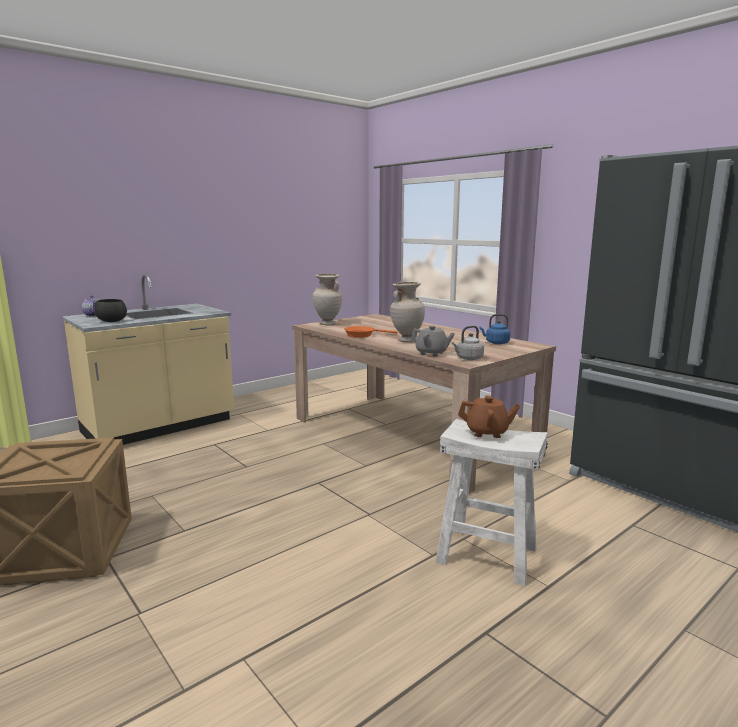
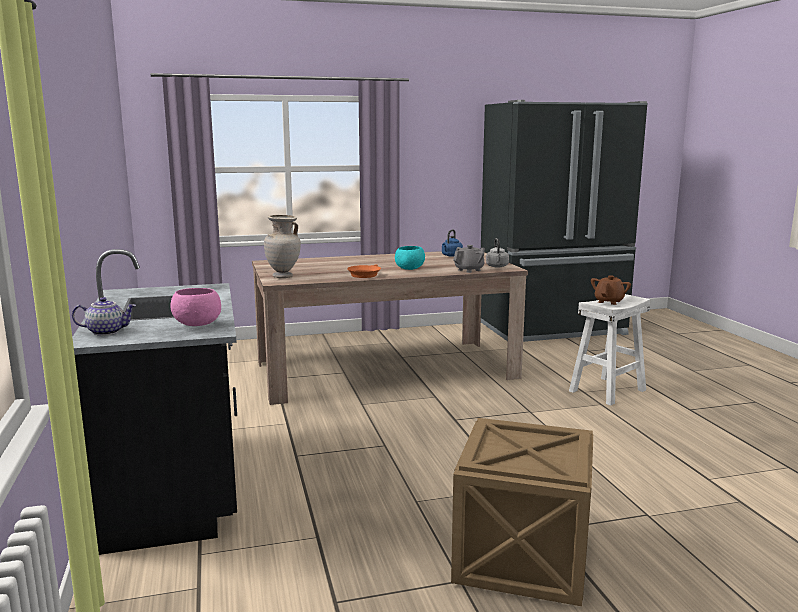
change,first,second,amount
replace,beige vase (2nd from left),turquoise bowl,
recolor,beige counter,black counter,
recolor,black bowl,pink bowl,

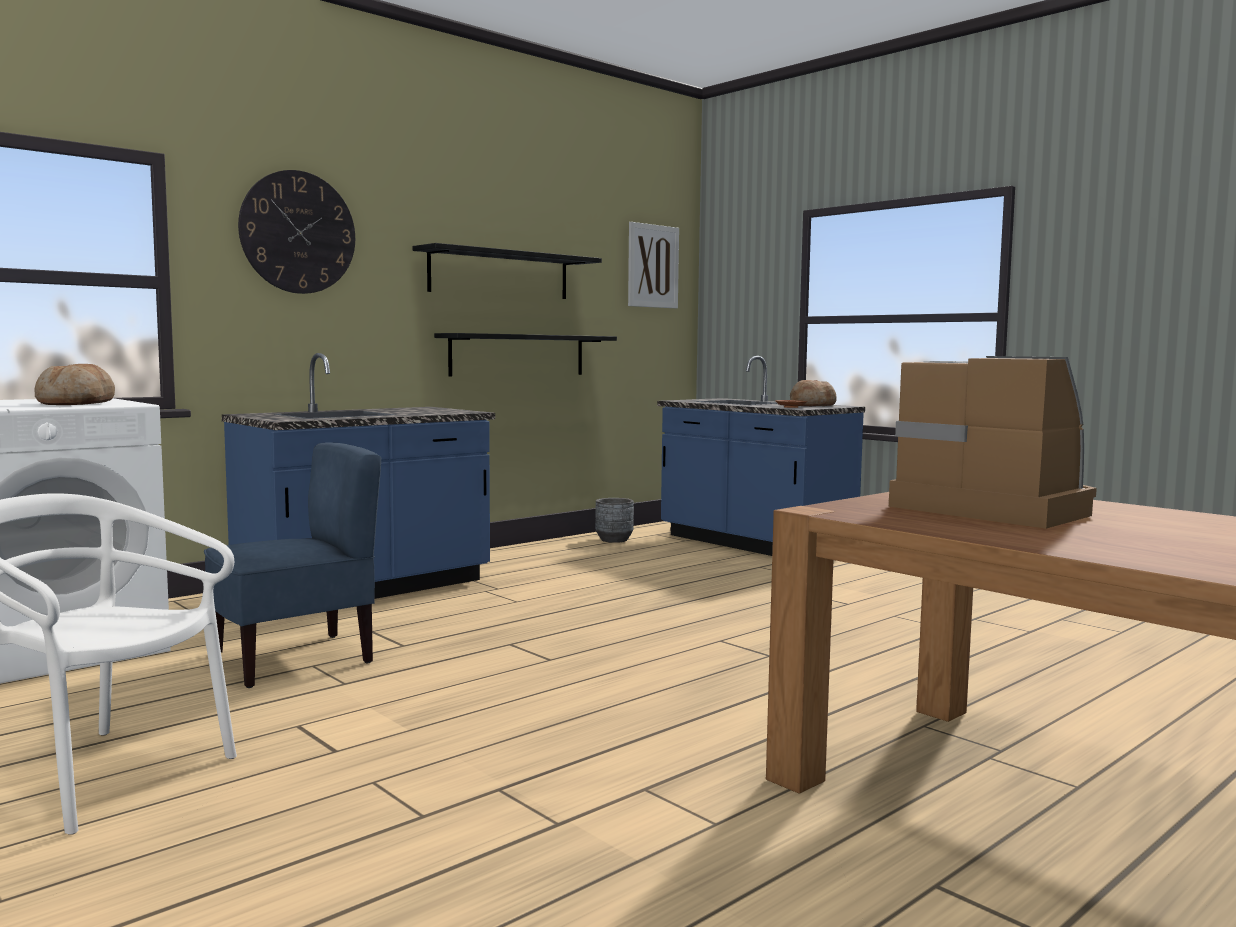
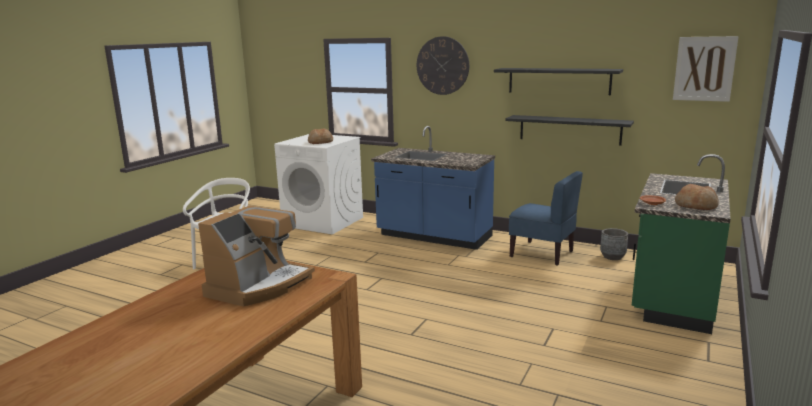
change,first,second,amount
move,blue chair,,
recolor,blue counter (2nd from left),green counter,

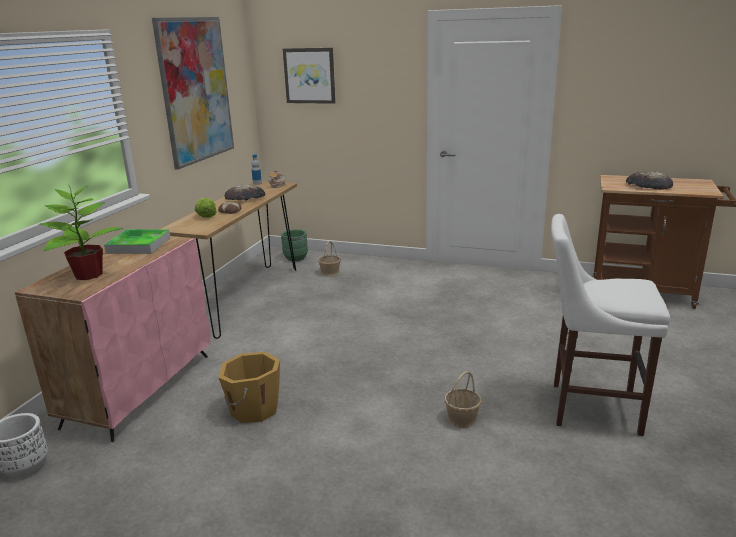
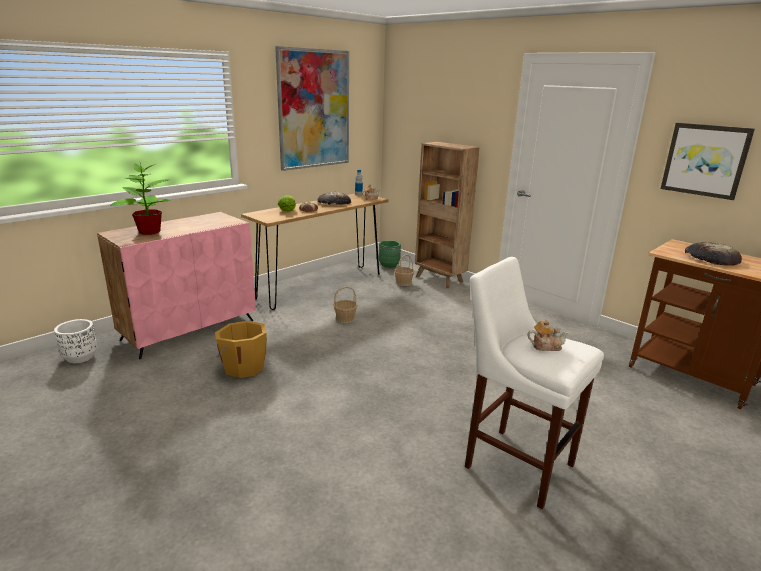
change,first,second,amount
delete,tray,,
insert,,brown bookcase,
insert,,teapot (2nd from left),
move,picture (2nd from left),,
move,basket (2nd from left in the first image),basket (1st from left),

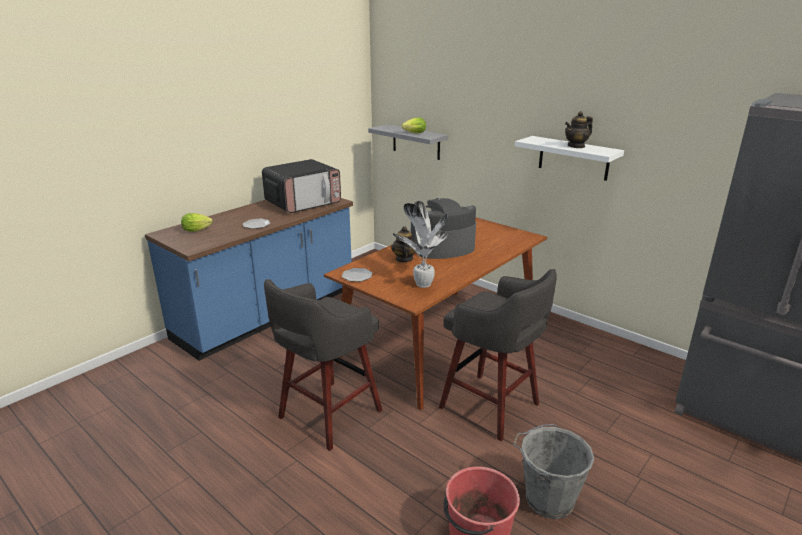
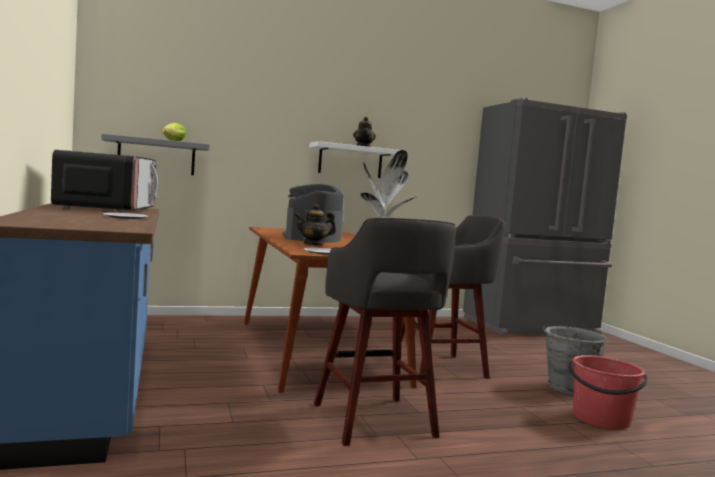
change,first,second,amount
delete,lettuce (1st from left),,
rotate,teapot (1st from left),,45 degrees counterclockwise

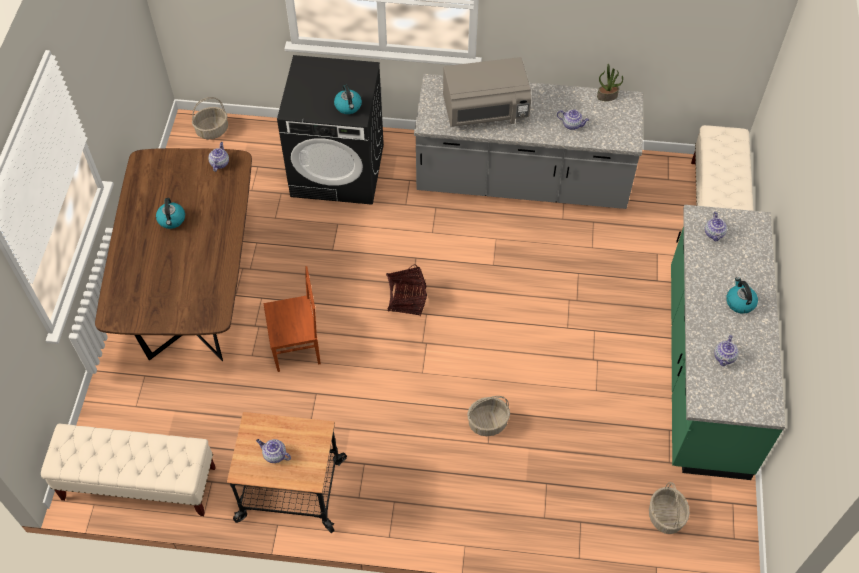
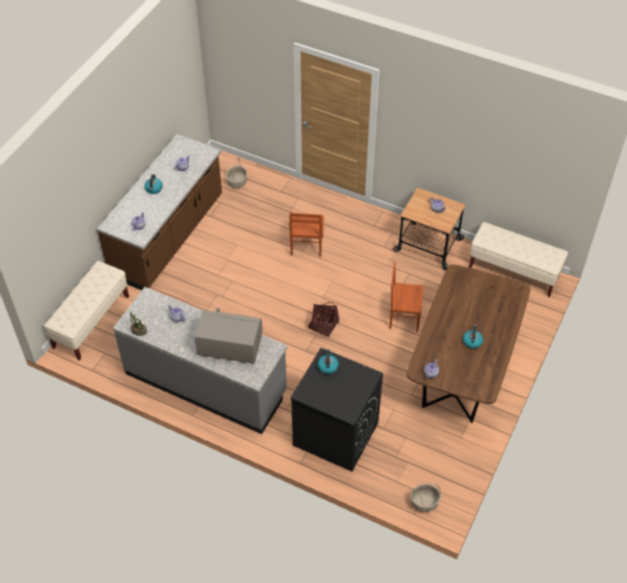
change,first,second,amount
replace,basket (3rd from left),brown chair (1st from left),
recolor,green counter,brown counter,

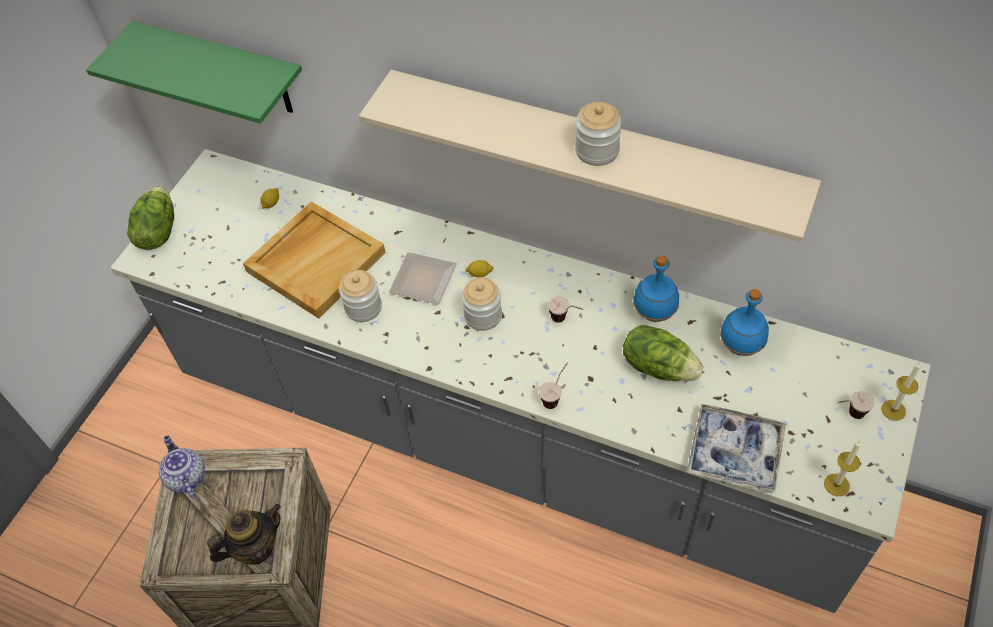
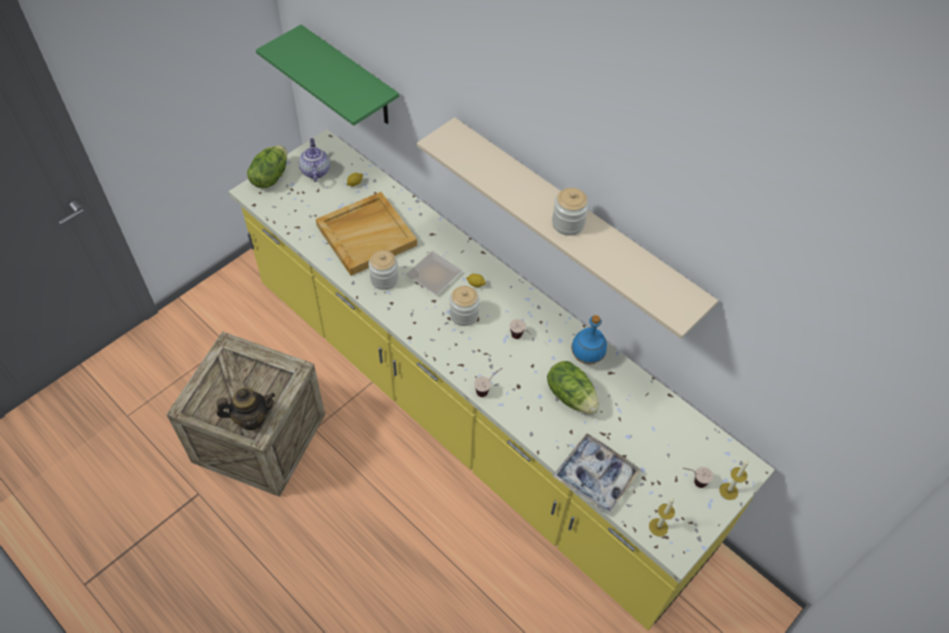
change,first,second,amount
delete,blue bottle (2nd from left),,
move,teapot (1st from left in the first image),teapot (2nd from left),
recolor,grey counter,yellow counter,

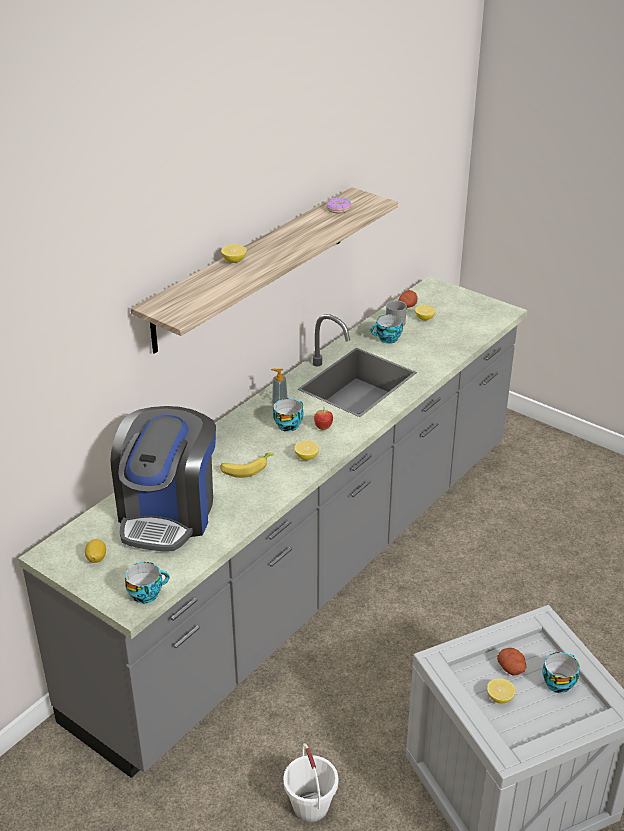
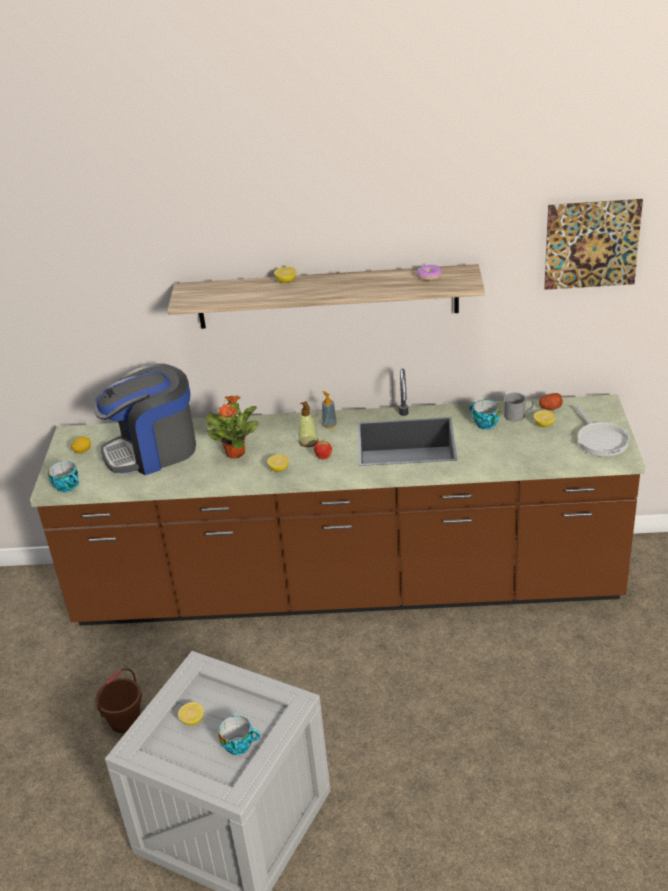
change,first,second,amount
delete,potato (2nd from left),,
insert,,picture,
insert,,frying pan,
replace,banana,potted plant,
replace,cup (2nd from left),soap dispenser (1st from left),
recolor,grey counter,brown counter,
recolor,white bucket,brown bucket,

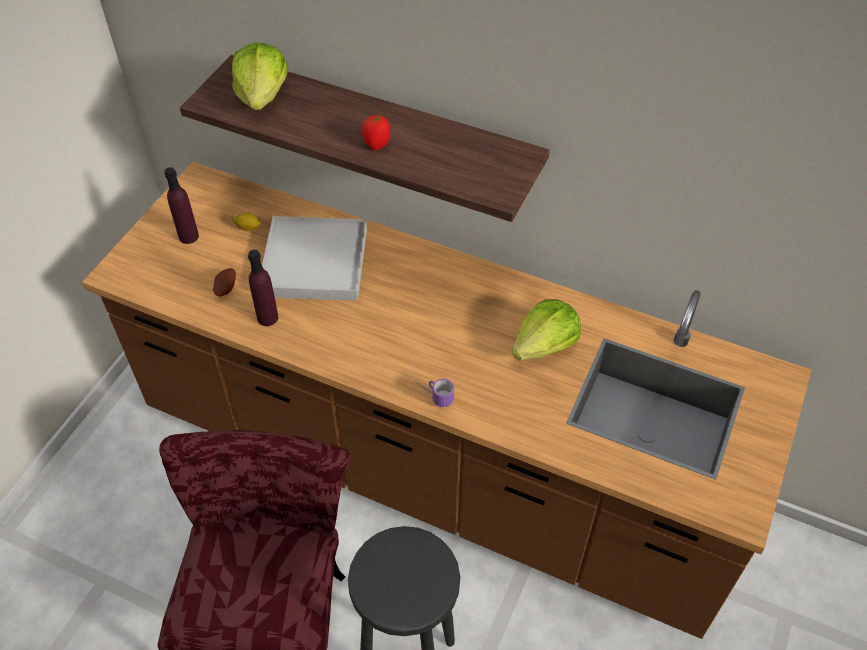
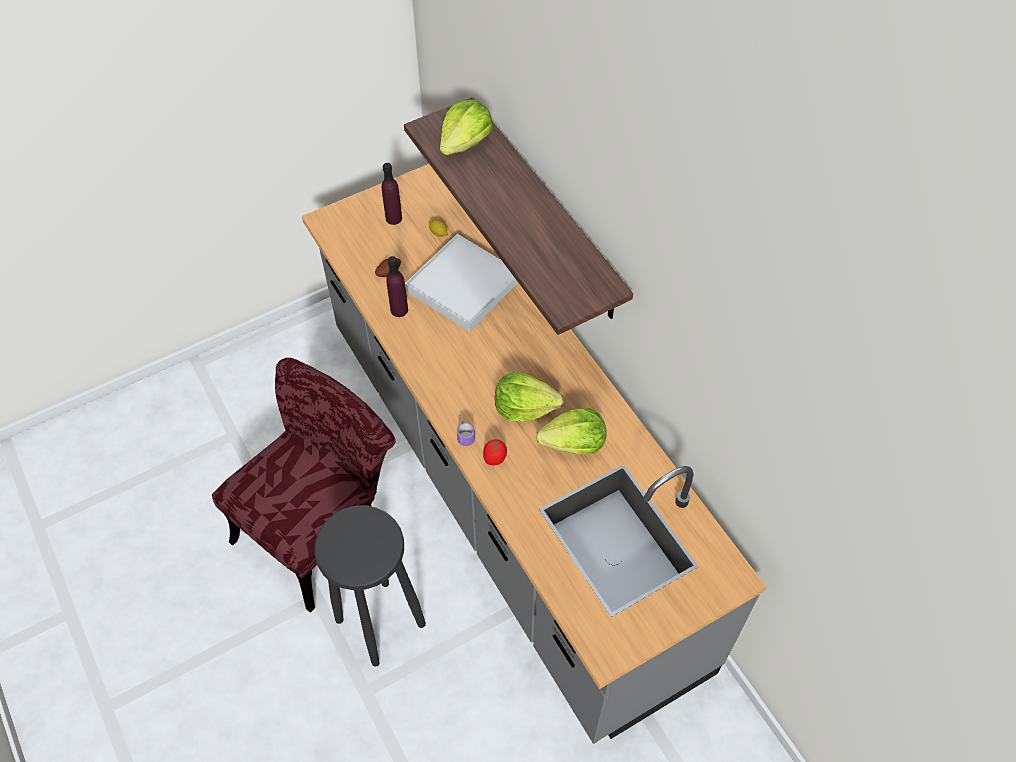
change,first,second,amount
insert,,lettuce (2nd from left),
move,tomato,,
recolor,brown counter,grey counter,

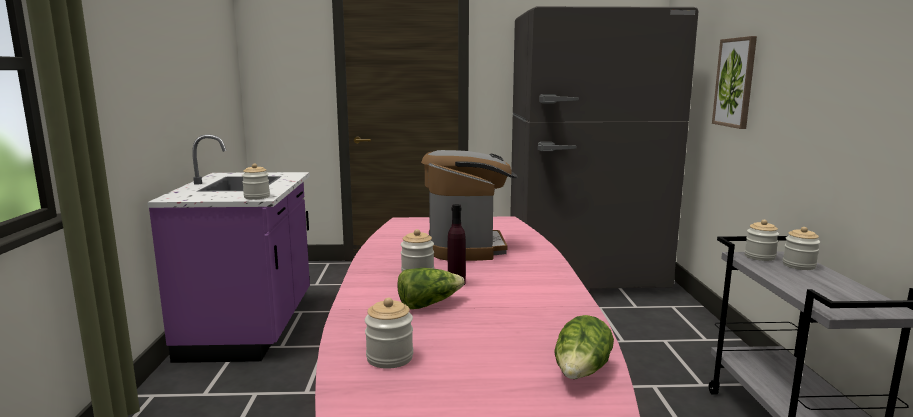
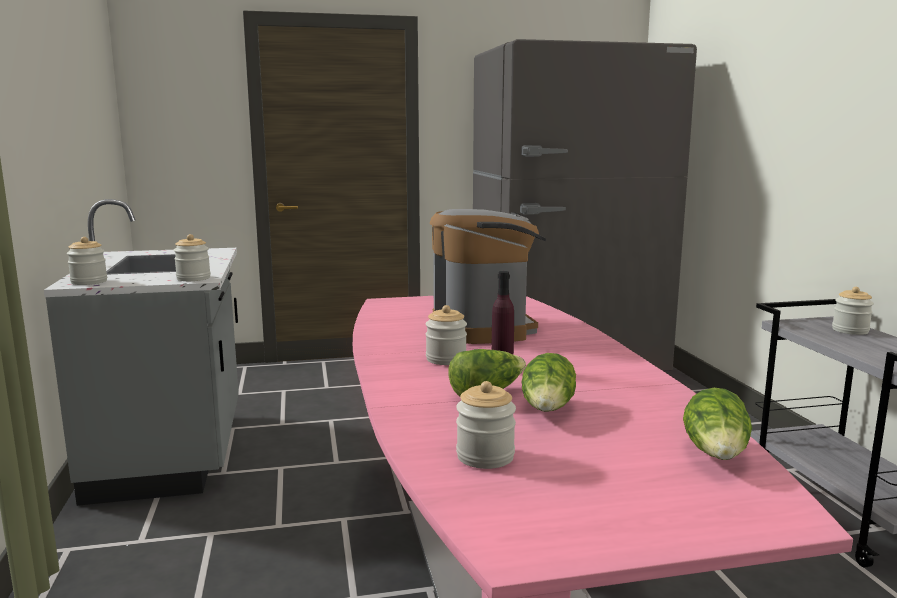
change,first,second,amount
delete,picture,,
insert,,lettuce (2nd from left),
move,jar (4th from left in the first image),jar (1st from left),
recolor,purple counter,grey counter,

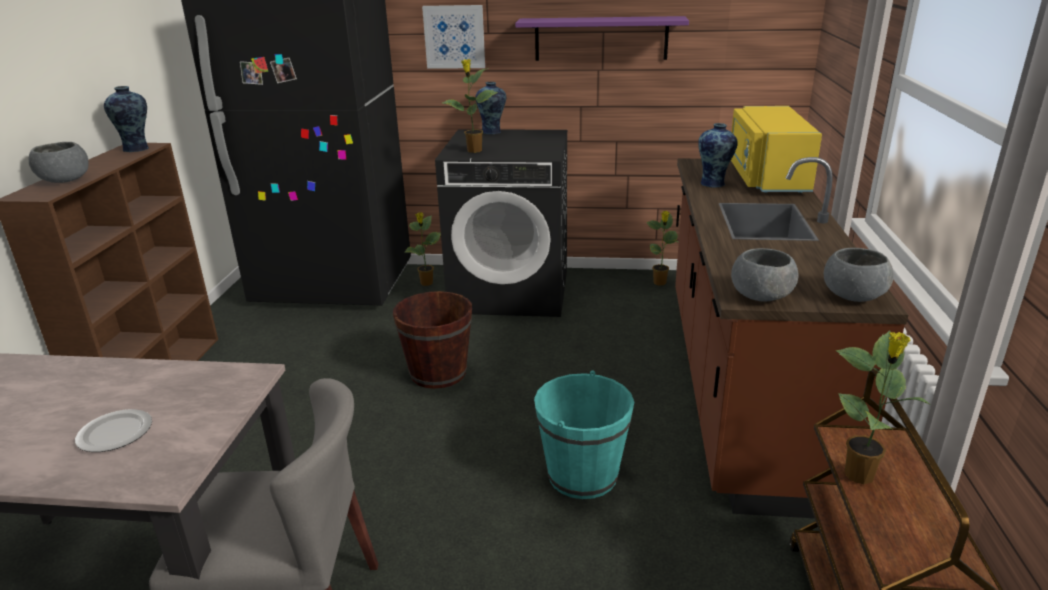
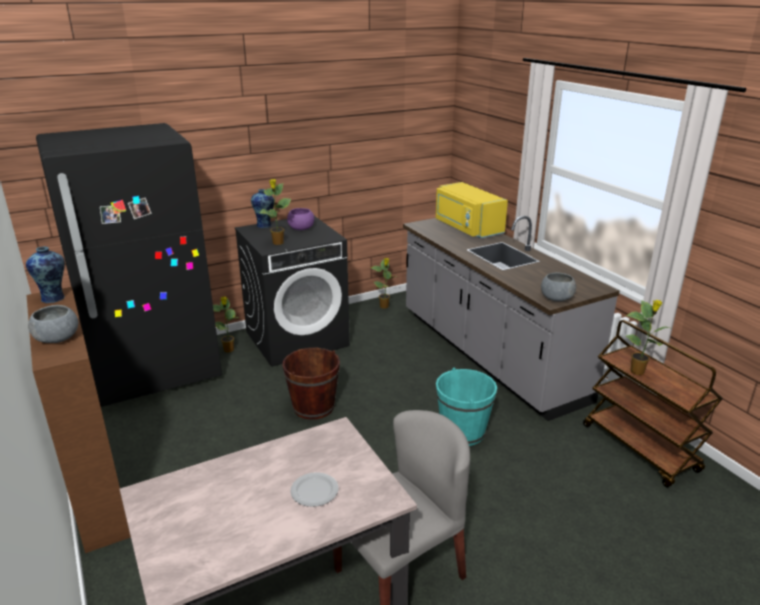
change,first,second,amount
delete,picture,,
delete,purple shelf,,
delete,vase (3rd from left),,
delete,grey bowl (3rd from left),,
insert,,purple bowl,
recolor,brown counter,grey counter,

